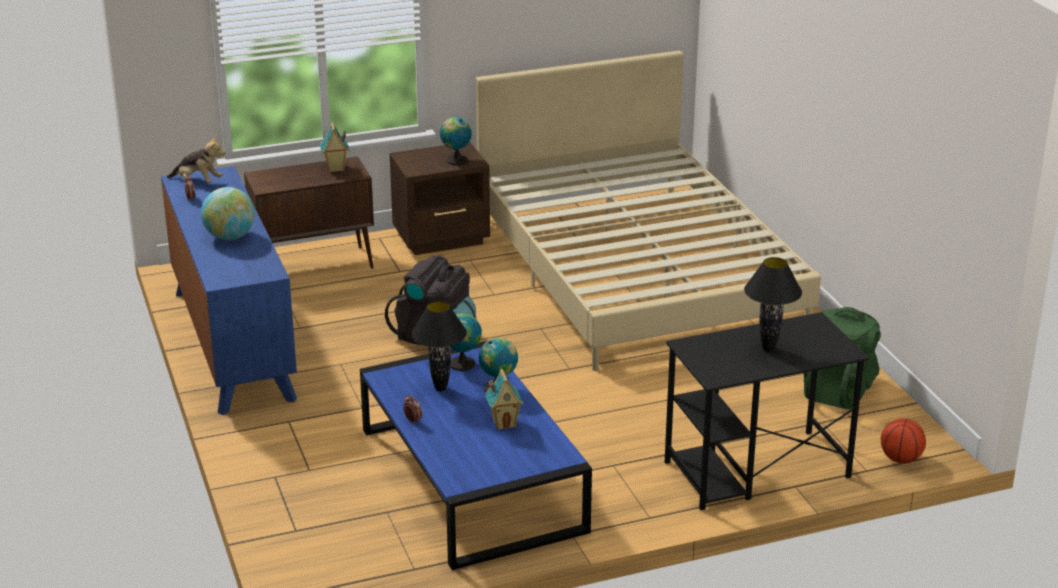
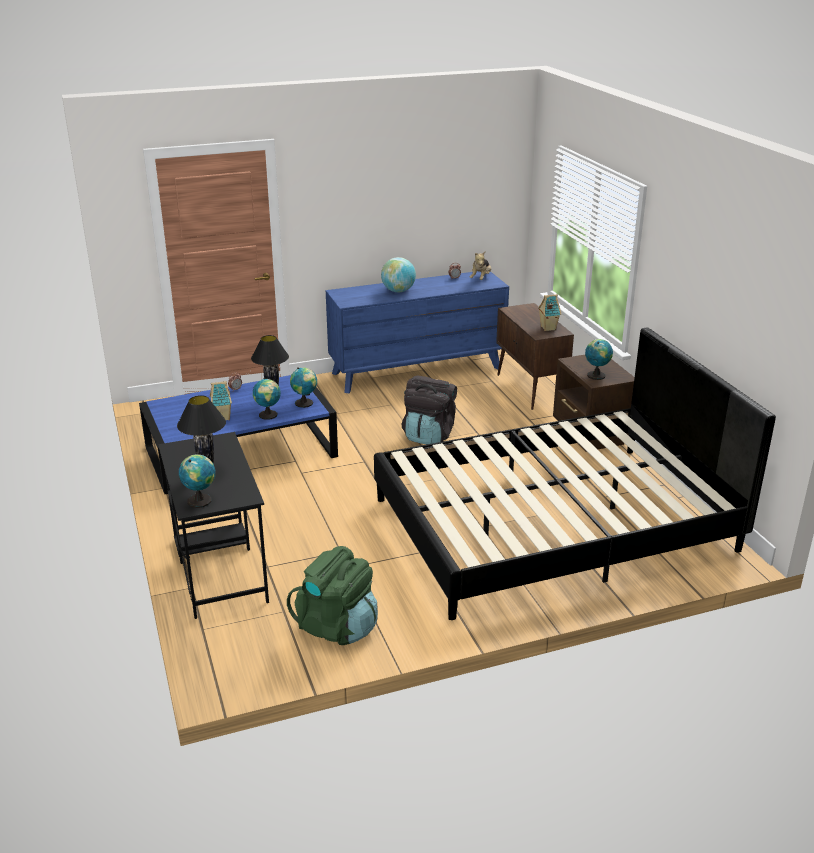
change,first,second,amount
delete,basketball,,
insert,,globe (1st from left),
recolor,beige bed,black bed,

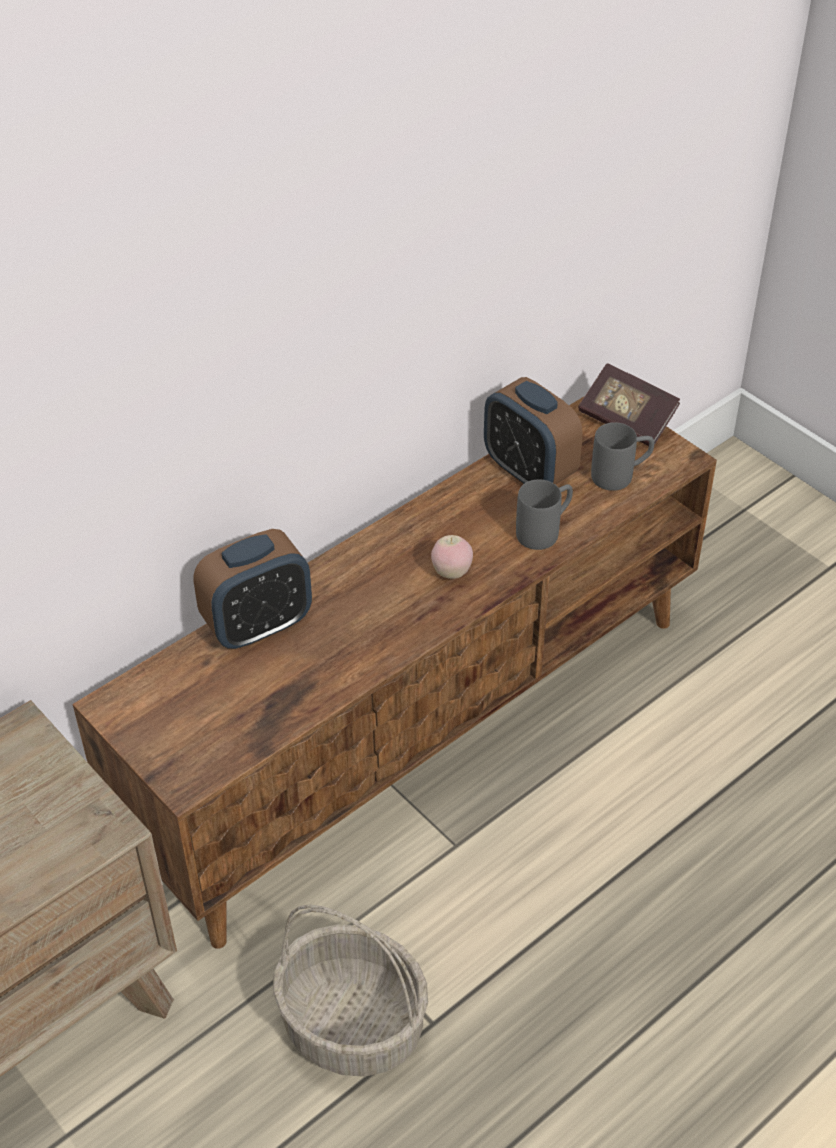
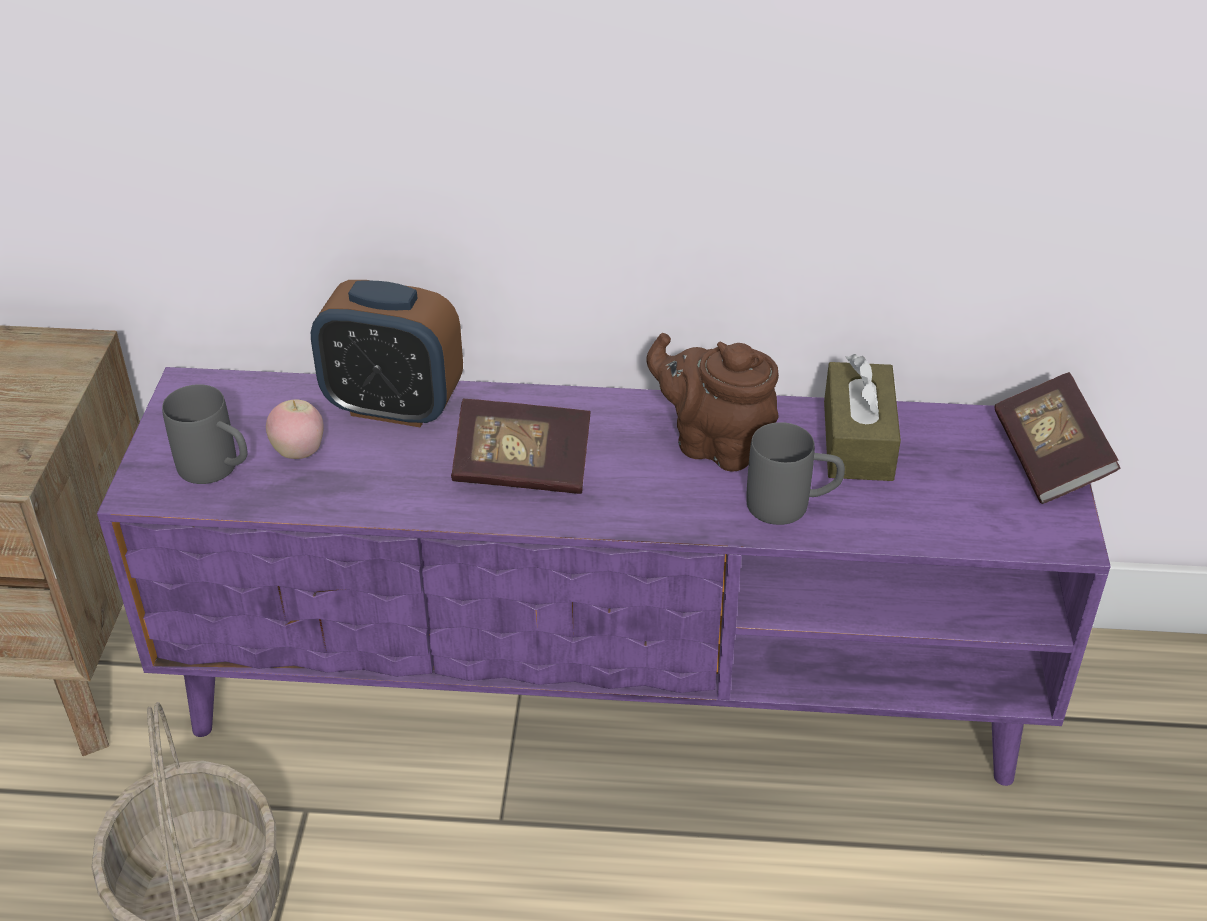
change,first,second,amount
insert,,book (1st from left),
insert,,brown teapot,
move,apple,,
move,grey mug (2nd from left in the first image),grey mug (1st from left),
replace,alarm clock (2nd from left),brown tissue box,
recolor,brown tv stand,purple tv stand,

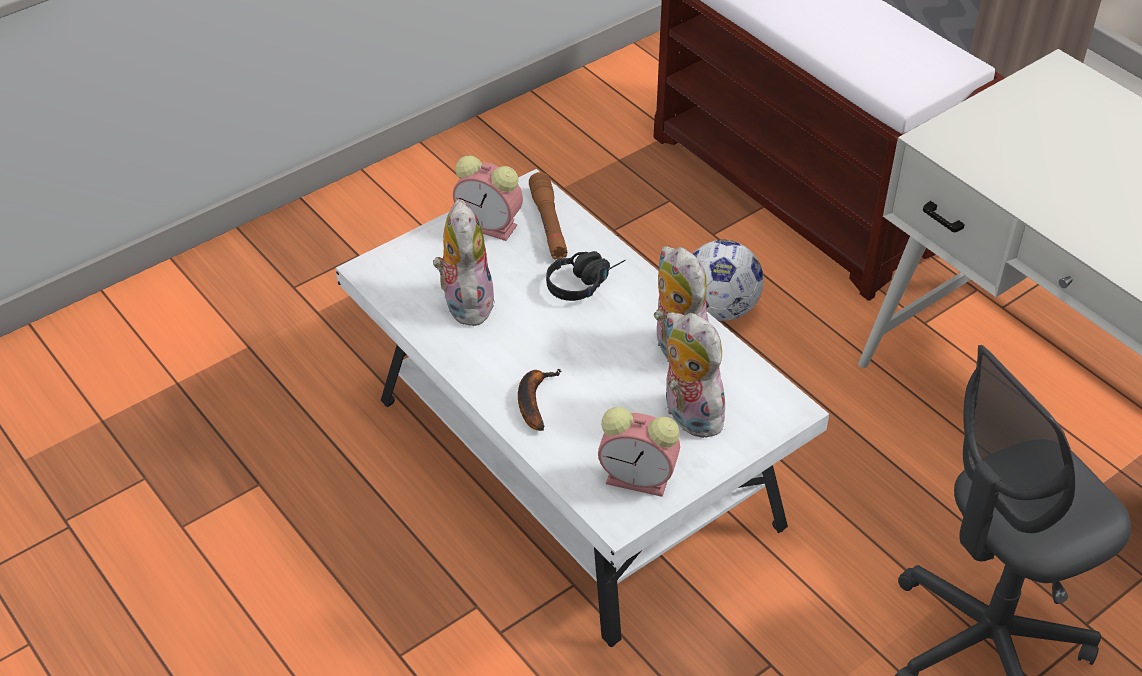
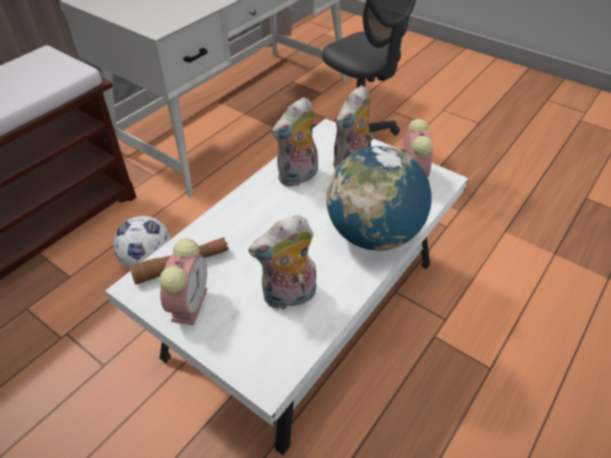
change,first,second,amount
delete,black headphones,,
replace,banana,globe,

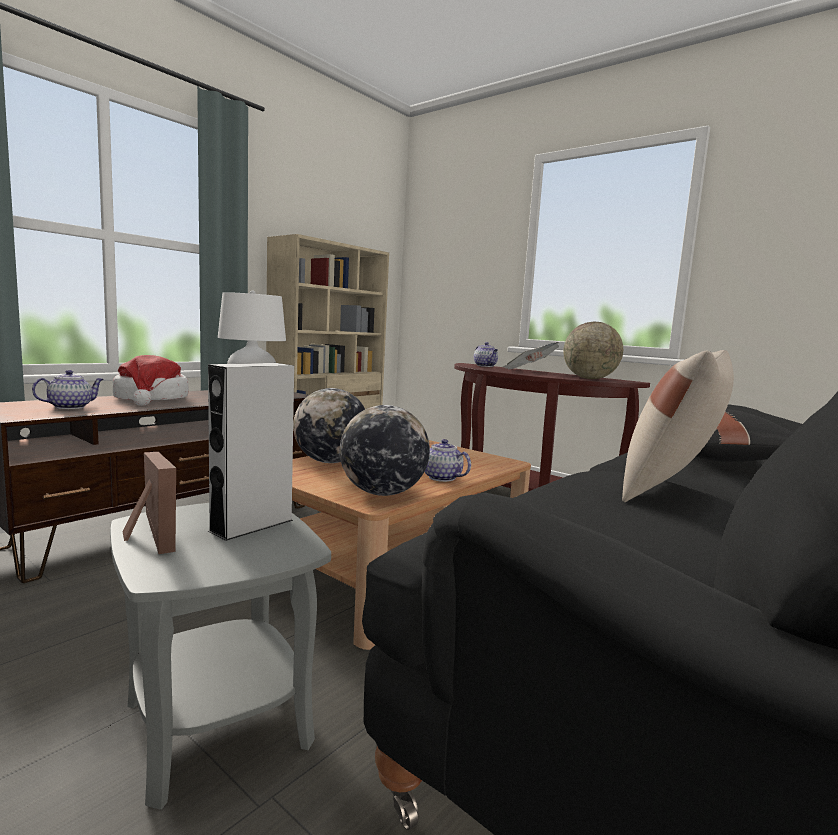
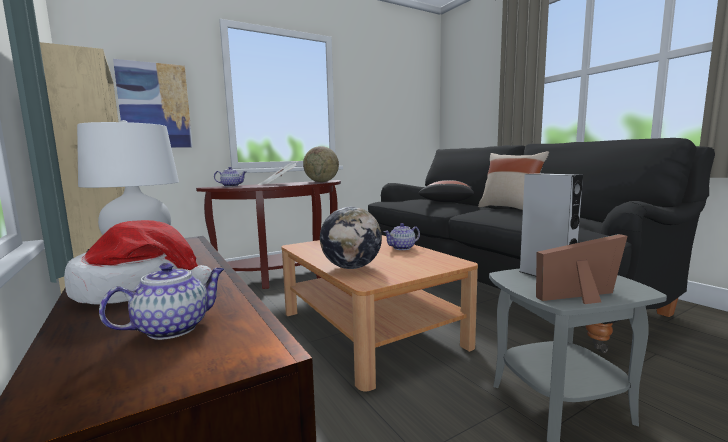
change,first,second,amount
delete,globe (2nd from left),,
insert,,picture,
rotate,teapot (1st from left),,75 degrees clockwise

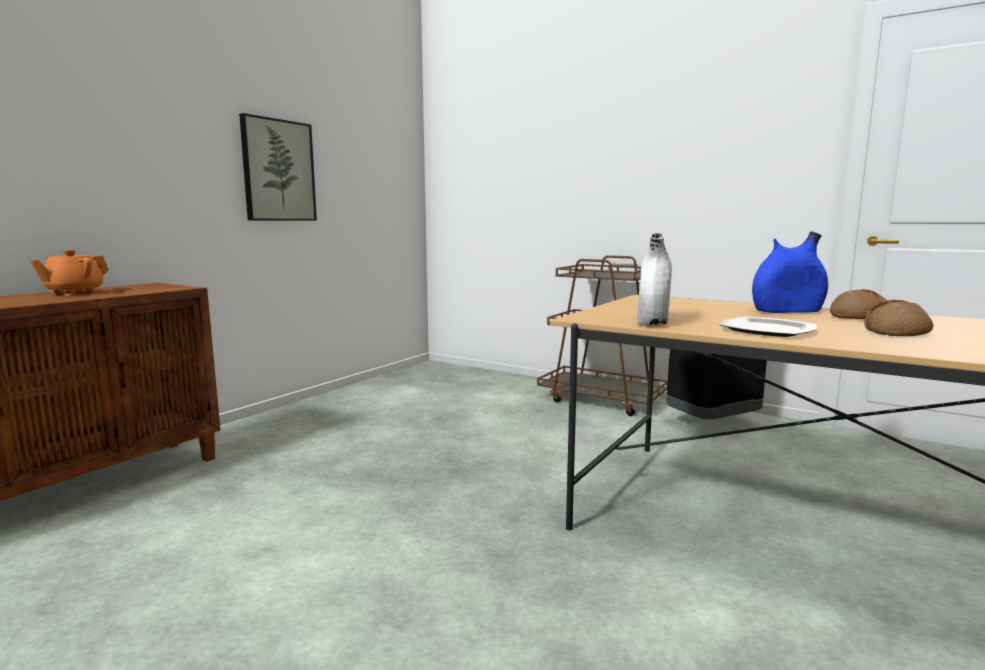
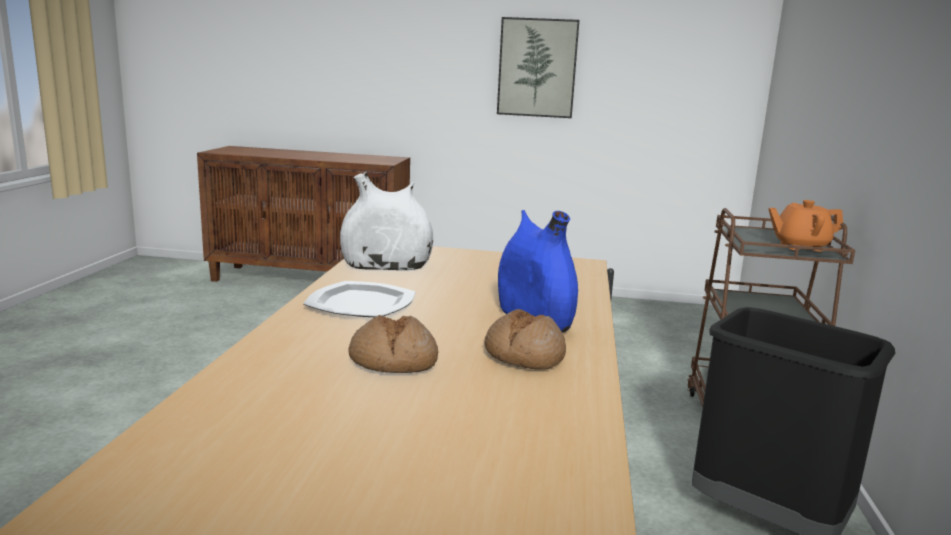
change,first,second,amount
move,orange teapot,,

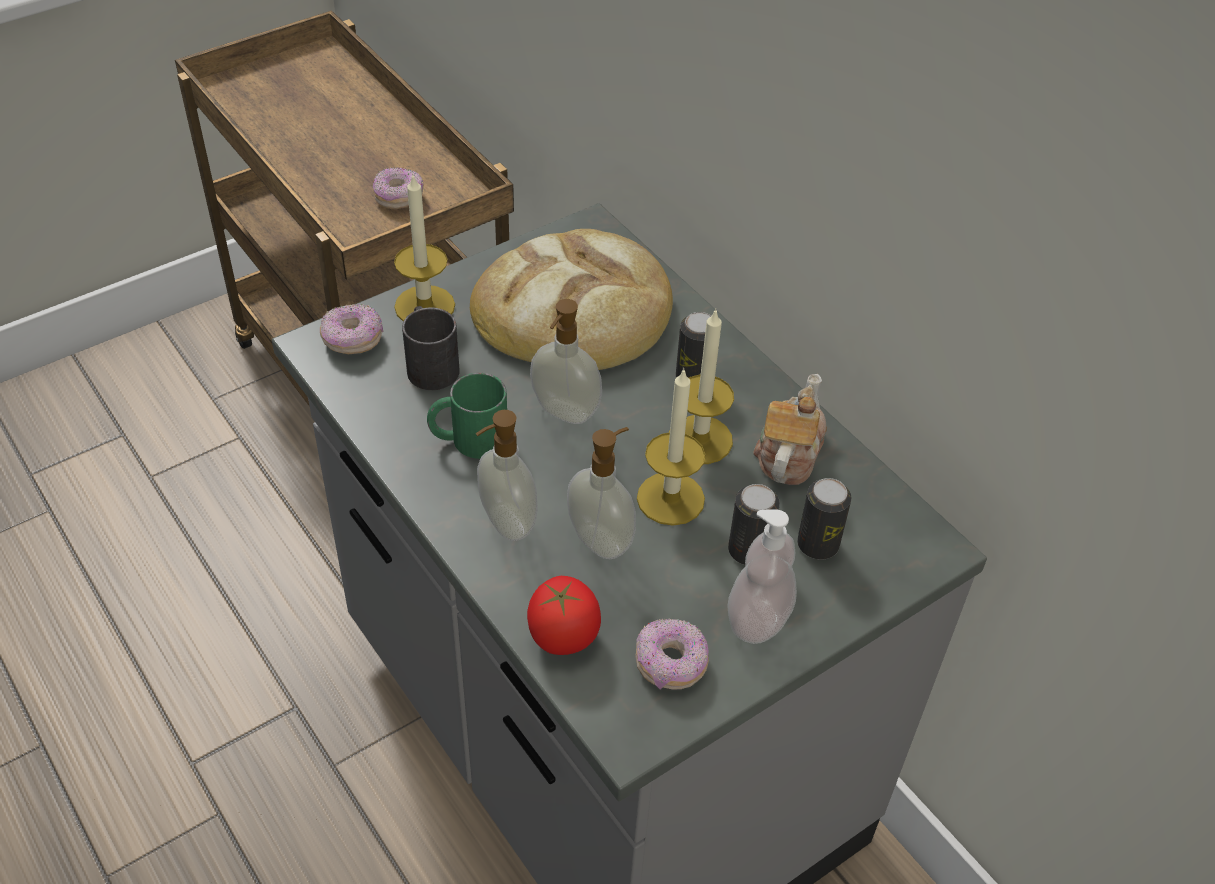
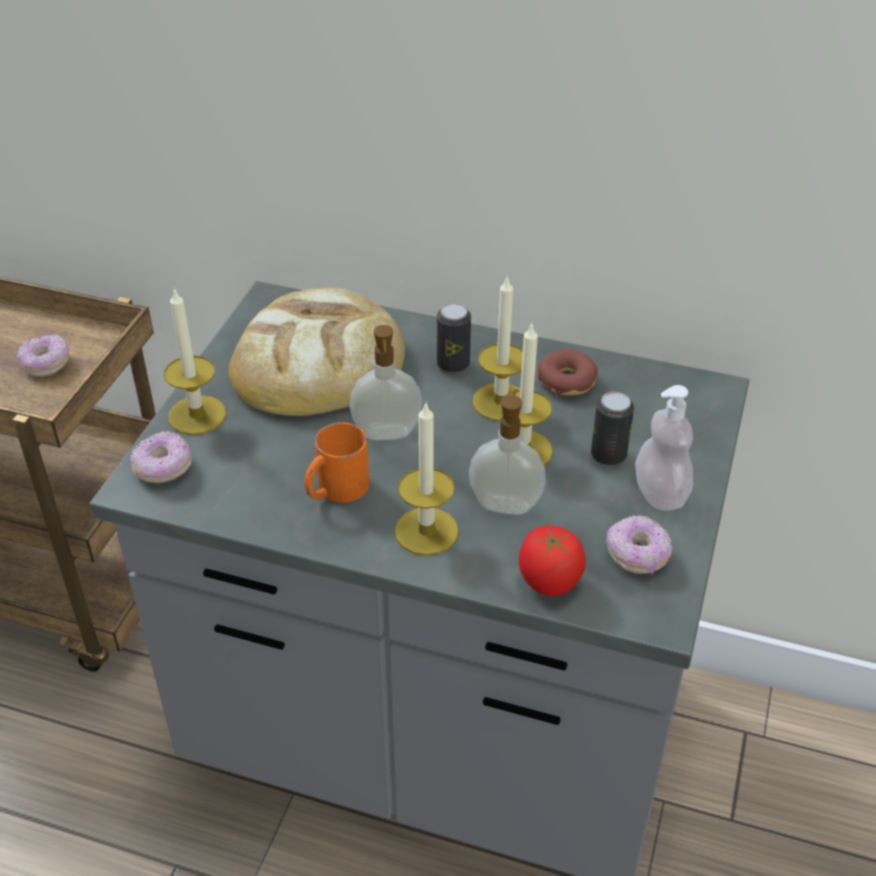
change,first,second,amount
delete,black mug,,
delete,can (3rd from left),,
replace,soap dispenser (1st from left),candle (2nd from left),
replace,teapot,donut (3rd from left),
recolor,green mug,orange mug,

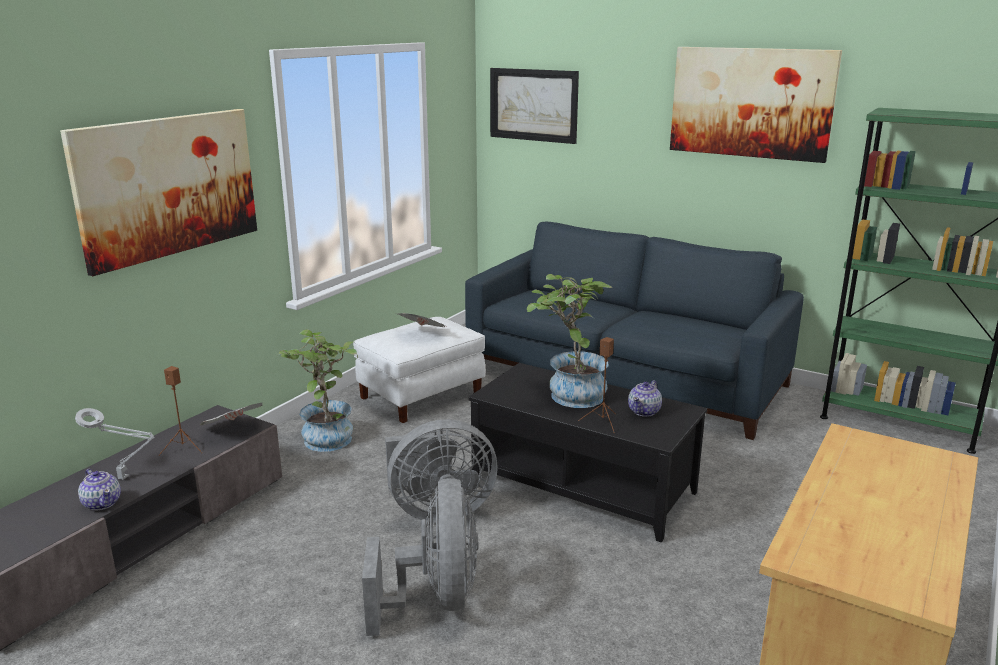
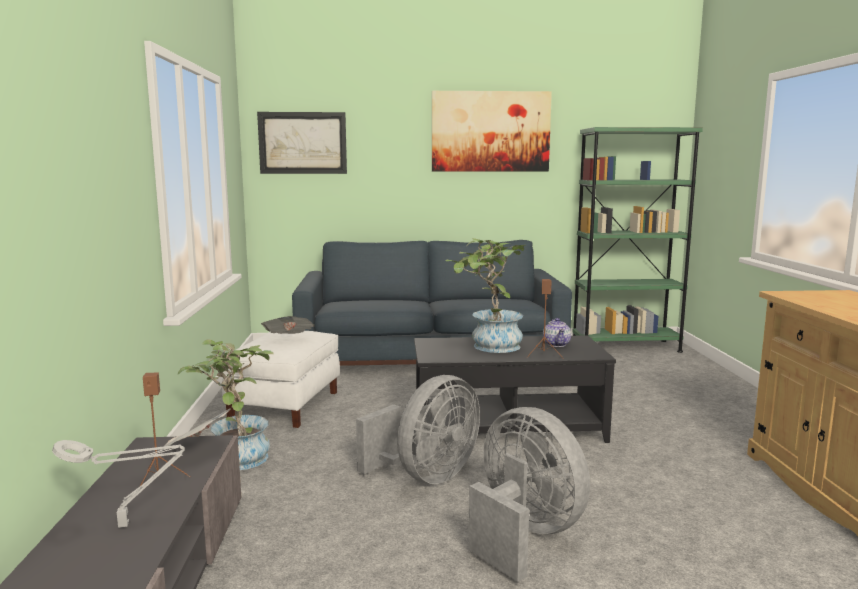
change,first,second,amount
delete,picture (1st from left),,
delete,teapot (1st from left),,

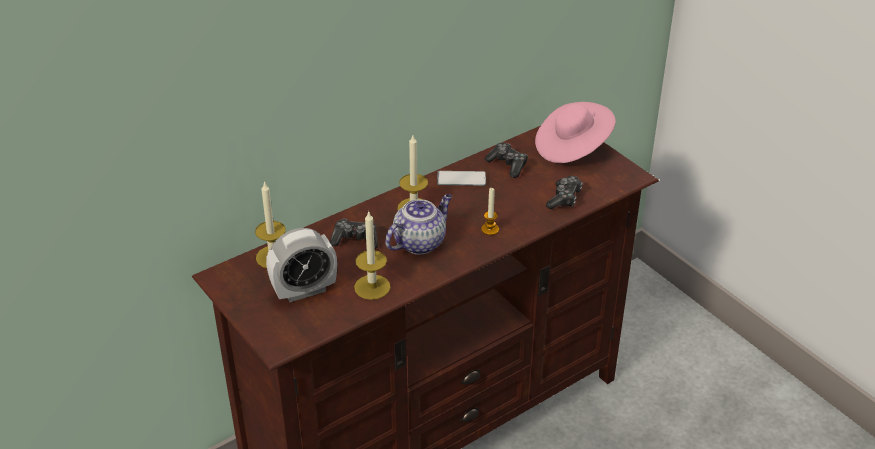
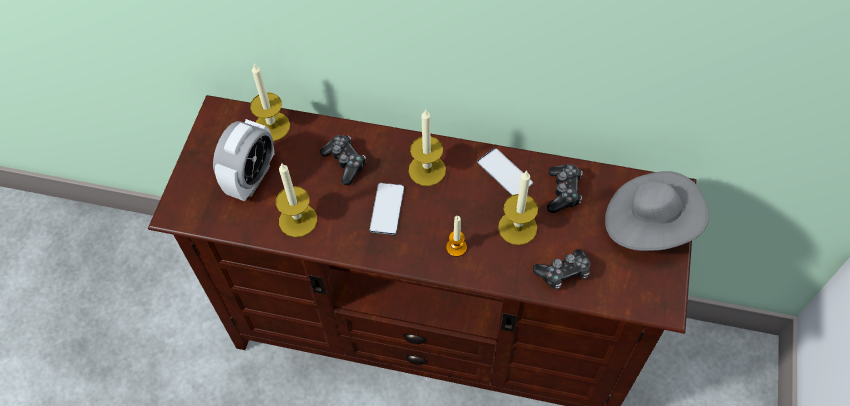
change,first,second,amount
insert,,candle (5th from left),
replace,teapot,phone (1st from left),
recolor,pink hat,grey hat,
rotate,alarm clock,,90 degrees counterclockwise

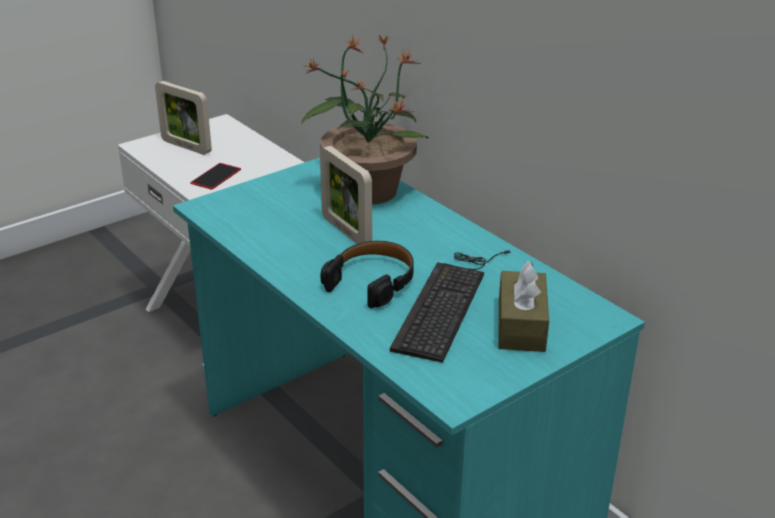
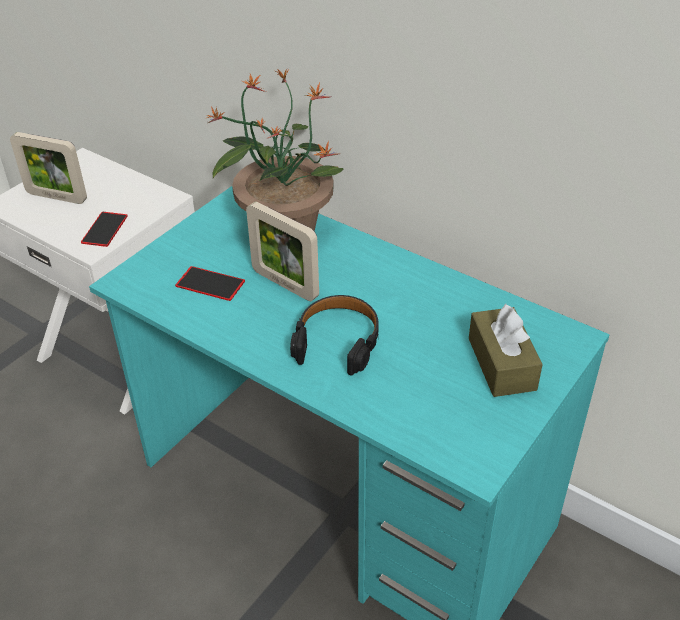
change,first,second,amount
delete,keyboard,,
insert,,phone (2nd from left),

